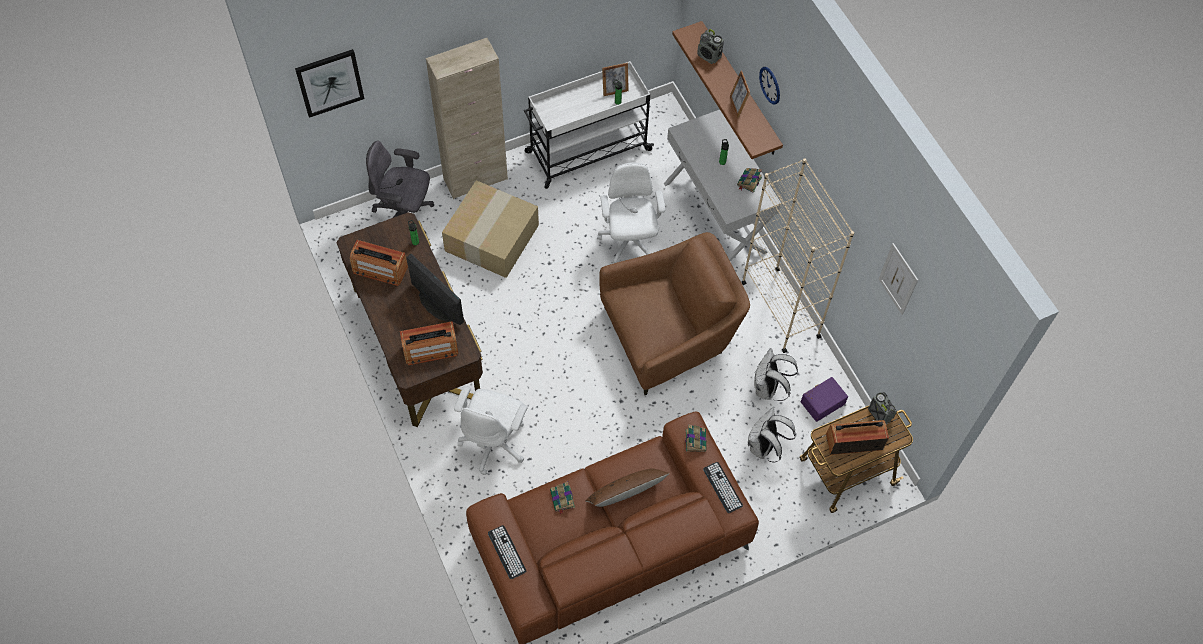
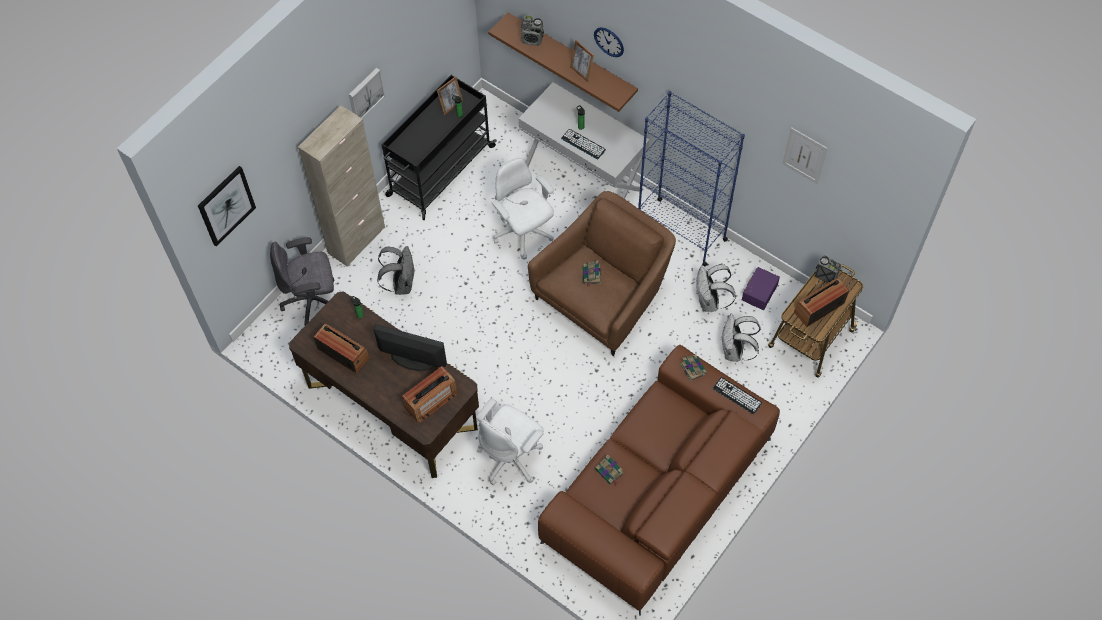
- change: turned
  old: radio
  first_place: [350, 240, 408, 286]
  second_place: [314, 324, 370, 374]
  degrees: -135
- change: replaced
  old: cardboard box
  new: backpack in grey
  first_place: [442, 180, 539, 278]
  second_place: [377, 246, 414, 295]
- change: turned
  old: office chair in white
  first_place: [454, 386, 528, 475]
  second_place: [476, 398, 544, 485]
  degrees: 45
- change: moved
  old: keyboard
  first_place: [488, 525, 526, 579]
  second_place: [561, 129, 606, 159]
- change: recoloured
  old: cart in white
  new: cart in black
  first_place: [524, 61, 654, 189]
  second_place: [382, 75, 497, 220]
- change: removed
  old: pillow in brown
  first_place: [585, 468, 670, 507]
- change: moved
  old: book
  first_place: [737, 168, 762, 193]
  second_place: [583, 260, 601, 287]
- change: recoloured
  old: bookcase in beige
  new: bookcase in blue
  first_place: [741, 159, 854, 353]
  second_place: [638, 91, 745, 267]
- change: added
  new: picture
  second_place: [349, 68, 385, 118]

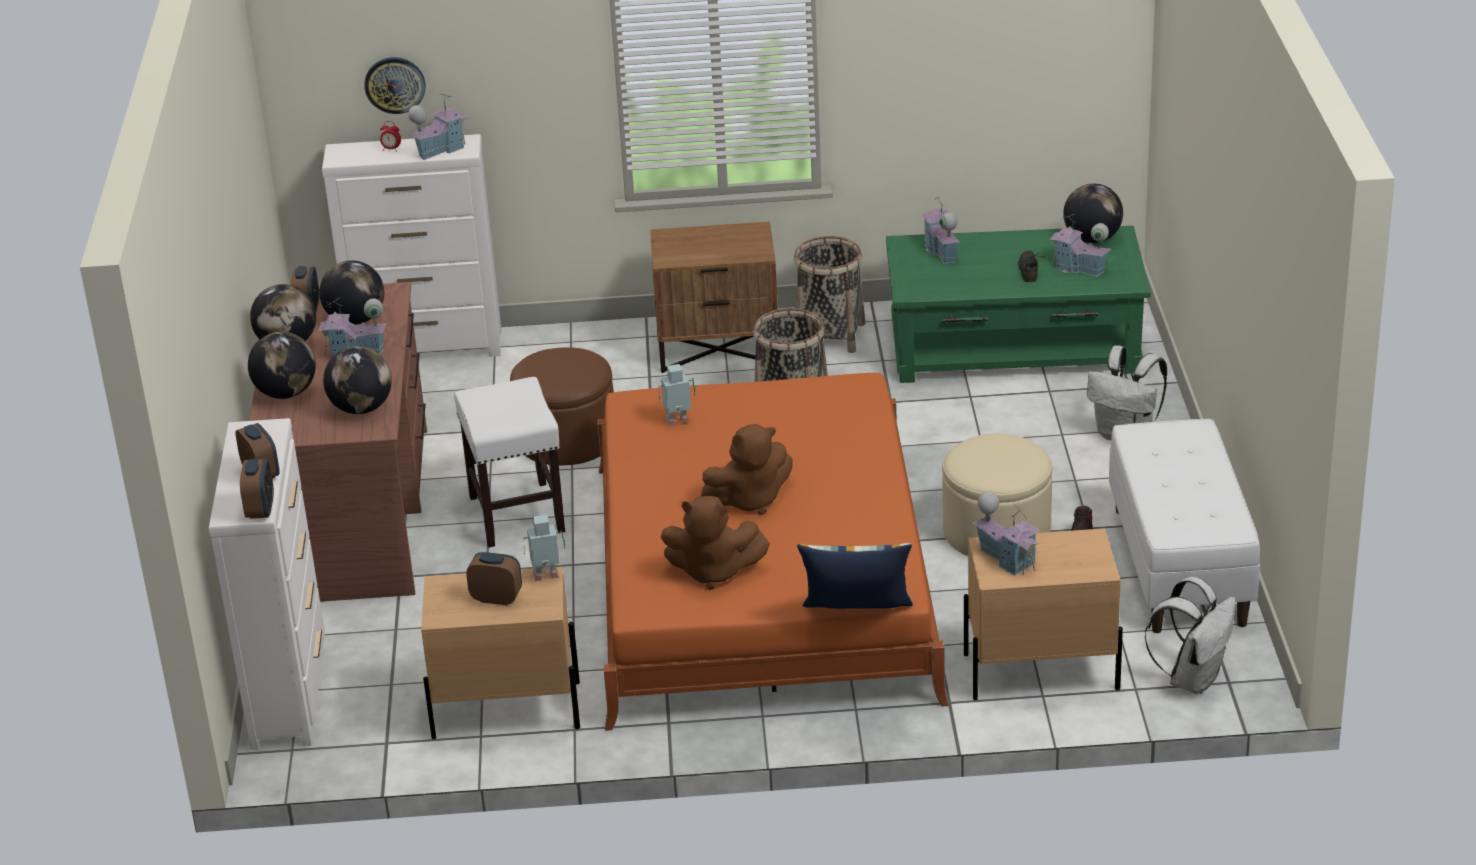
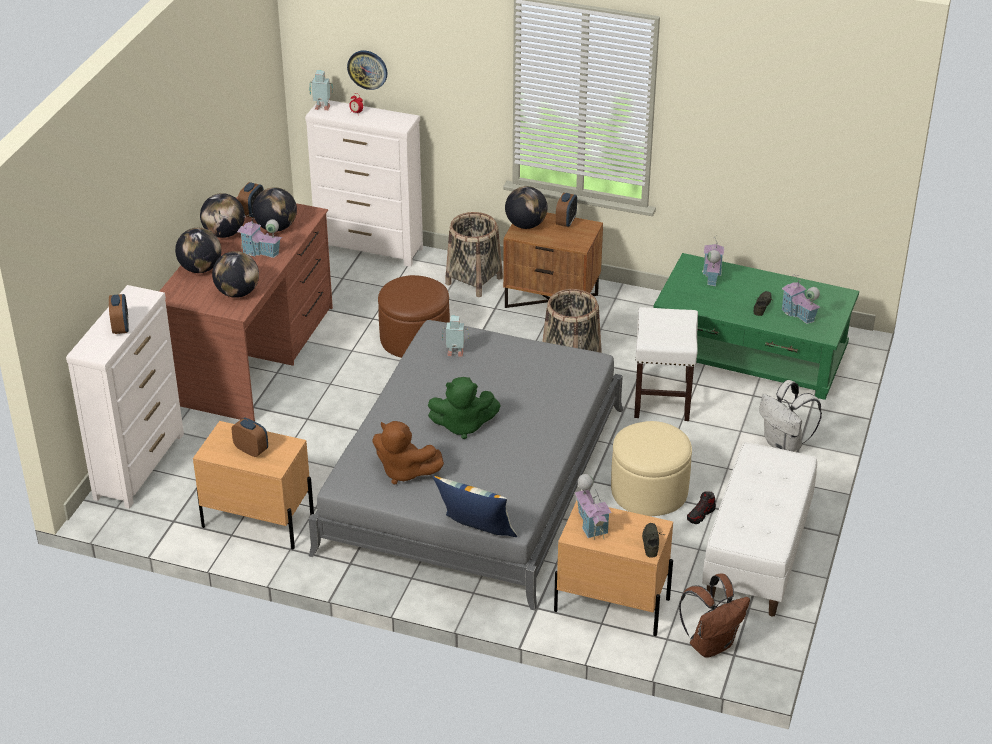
- change: moved
  old: alarm clock
  first_place: [240, 459, 274, 519]
  second_place: [556, 193, 577, 227]
- change: removed
  old: toy house
  first_place: [408, 94, 467, 160]
- change: moved
  old: stool in white
  first_place: [454, 377, 565, 547]
  second_place: [634, 307, 698, 421]
- change: moved
  old: toy robot
  first_place: [523, 514, 565, 581]
  second_place: [309, 70, 333, 110]
- change: recoloured
  old: bed in orange
  new: bed in grey
  first_place: [598, 373, 949, 731]
  second_place: [308, 320, 623, 610]
- change: recoloured
  old: plush toy in brown
  new: plush toy in green
  first_place: [701, 424, 793, 515]
  second_place: [428, 377, 501, 439]
- change: moved
  old: basket
  first_place: [794, 236, 865, 353]
  second_place: [445, 212, 503, 297]
- change: moved
  old: globe
  first_place: [1063, 184, 1123, 243]
  second_place: [505, 186, 548, 229]
- change: recoloured
  old: backpack in white
  new: backpack in brown
  first_place: [1145, 576, 1236, 695]
  second_place: [679, 574, 750, 658]
- change: added
  new: shoe in grey
  second_place: [642, 523, 665, 557]

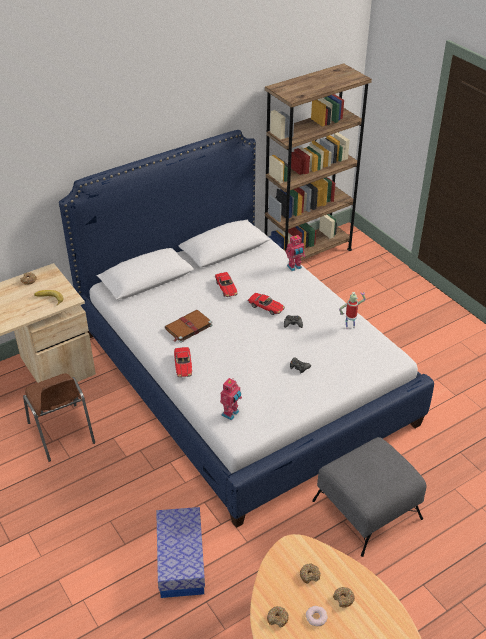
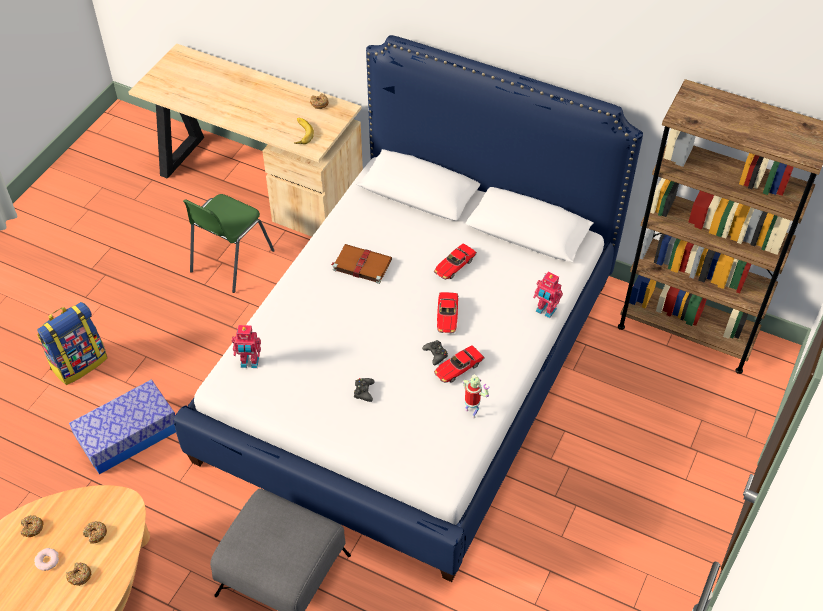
- change: recoloured
  old: chair in brown
  new: chair in green
  first_place: [23, 373, 95, 462]
  second_place: [183, 194, 275, 293]
- change: moved
  old: toy car
  first_place: [174, 347, 192, 378]
  second_place: [434, 345, 485, 383]
- change: added
  new: backpack
  second_place: [37, 302, 107, 385]

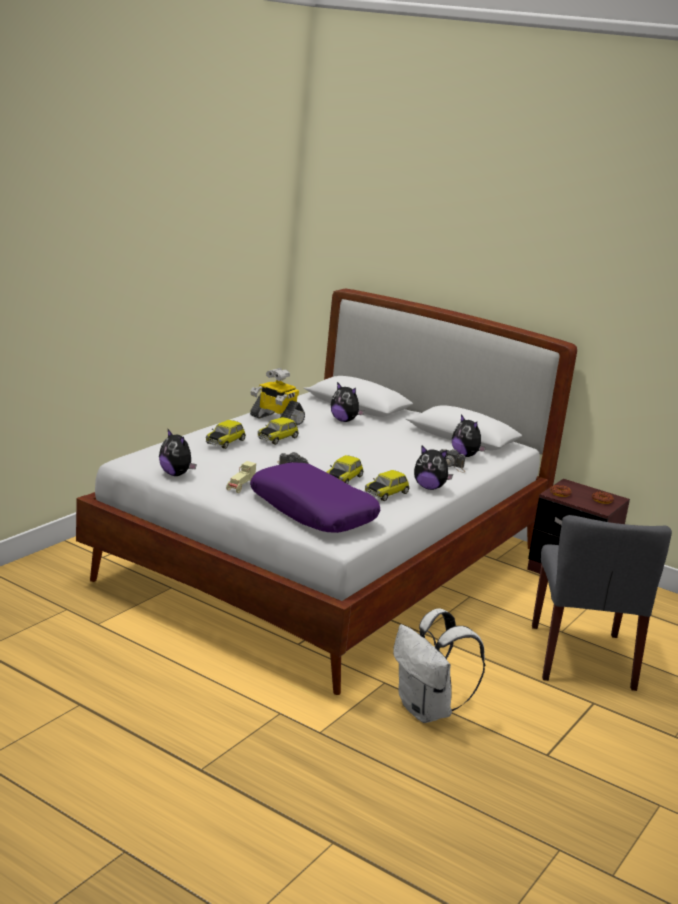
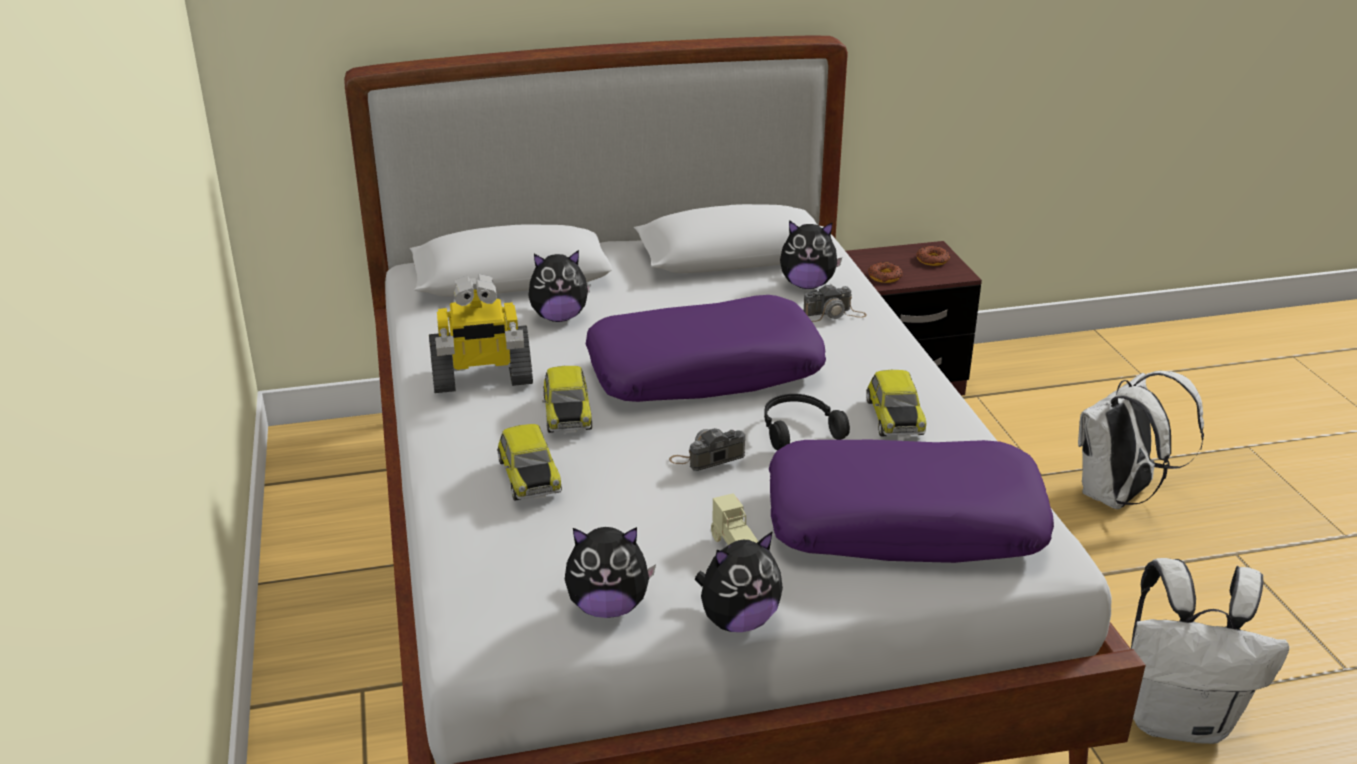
- change: replaced
  old: toy car
  new: headphones in black
  first_place: [327, 455, 364, 484]
  second_place: [764, 394, 850, 450]
- change: moved
  old: plush toy
  first_place: [414, 446, 453, 490]
  second_place: [695, 531, 783, 632]
- change: replaced
  old: chair in grey
  new: backpack in white
  first_place: [532, 515, 672, 691]
  second_place: [1078, 371, 1204, 509]
- change: added
  new: pillow in purple
  second_place: [586, 295, 826, 402]

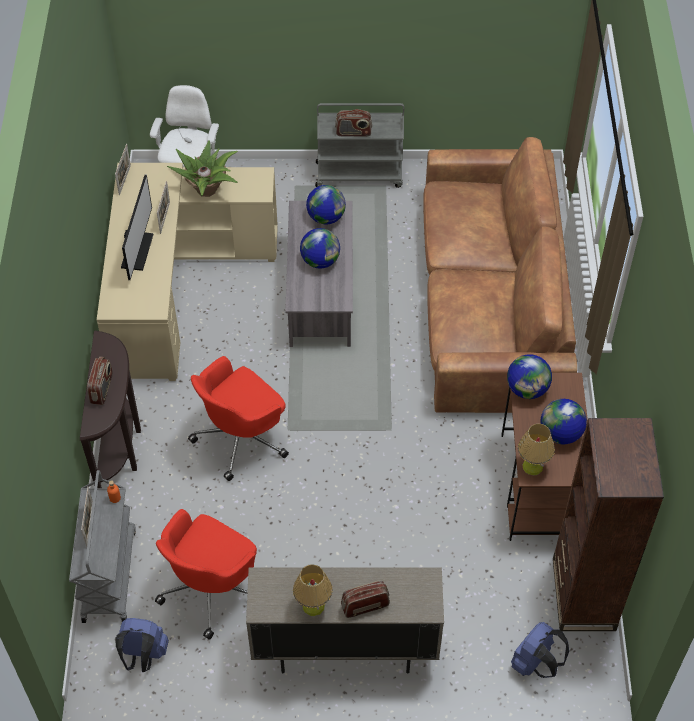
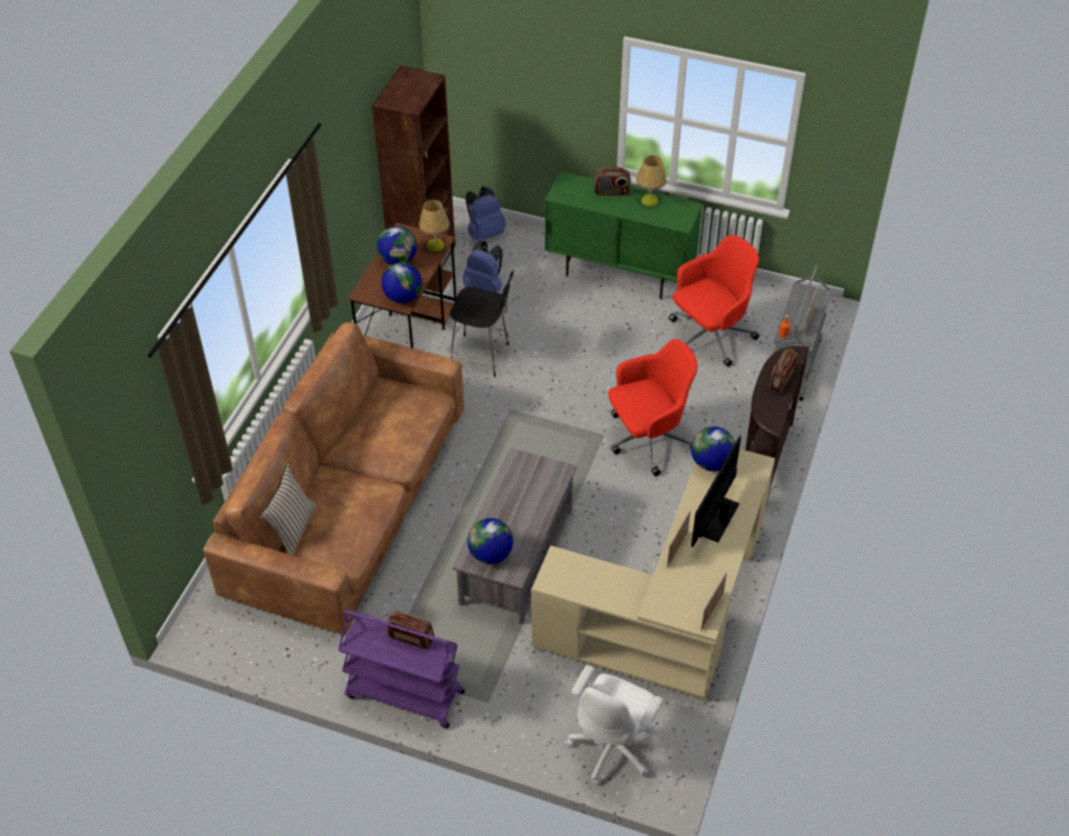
- change: moved
  old: backpack in blue
  first_place: [115, 618, 169, 672]
  second_place: [463, 241, 503, 293]
- change: removed
  old: potted plant
  first_place: [167, 140, 238, 197]
- change: recoloured
  old: cabinet in beige
  new: cabinet in green
  first_place: [246, 567, 444, 673]
  second_place: [545, 172, 703, 299]
- change: moved
  old: globe
  first_place: [300, 228, 340, 269]
  second_place: [691, 426, 735, 471]
- change: recoloured
  old: cart in grey
  new: cart in purple
  first_place: [315, 103, 404, 188]
  second_place: [338, 610, 465, 729]
- change: added
  new: pillow in beige
  second_place: [261, 464, 317, 555]
- change: added
  new: stool in black
  second_place: [448, 271, 514, 377]

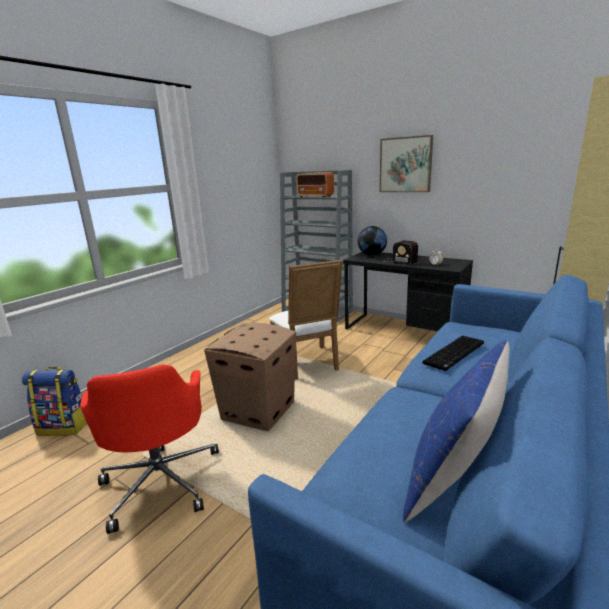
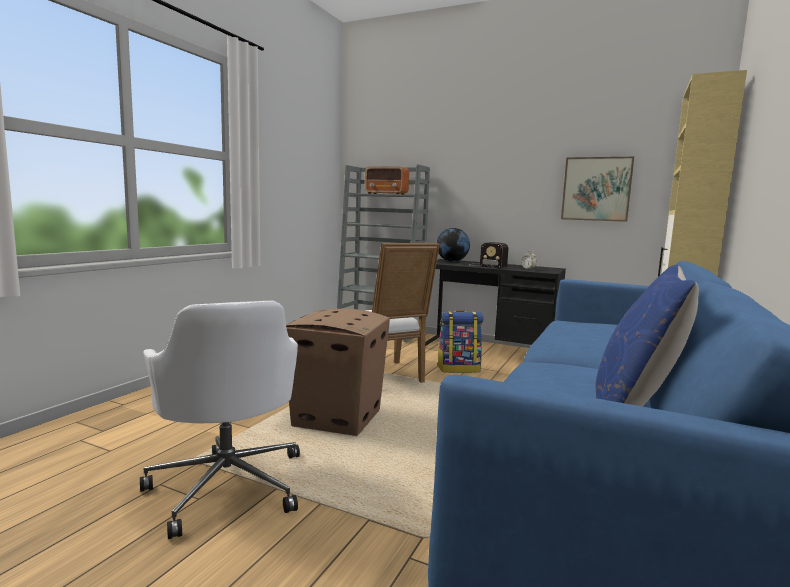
- change: moved
  old: backpack
  first_place: [22, 367, 87, 436]
  second_place: [437, 310, 483, 373]
- change: recoloured
  old: office chair in red
  new: office chair in white
  first_place: [80, 365, 219, 534]
  second_place: [140, 301, 300, 539]
- change: moved
  old: picture
  first_place: [380, 135, 433, 192]
  second_place: [561, 157, 634, 222]
- change: removed
  old: keyboard
  first_place: [423, 336, 484, 371]

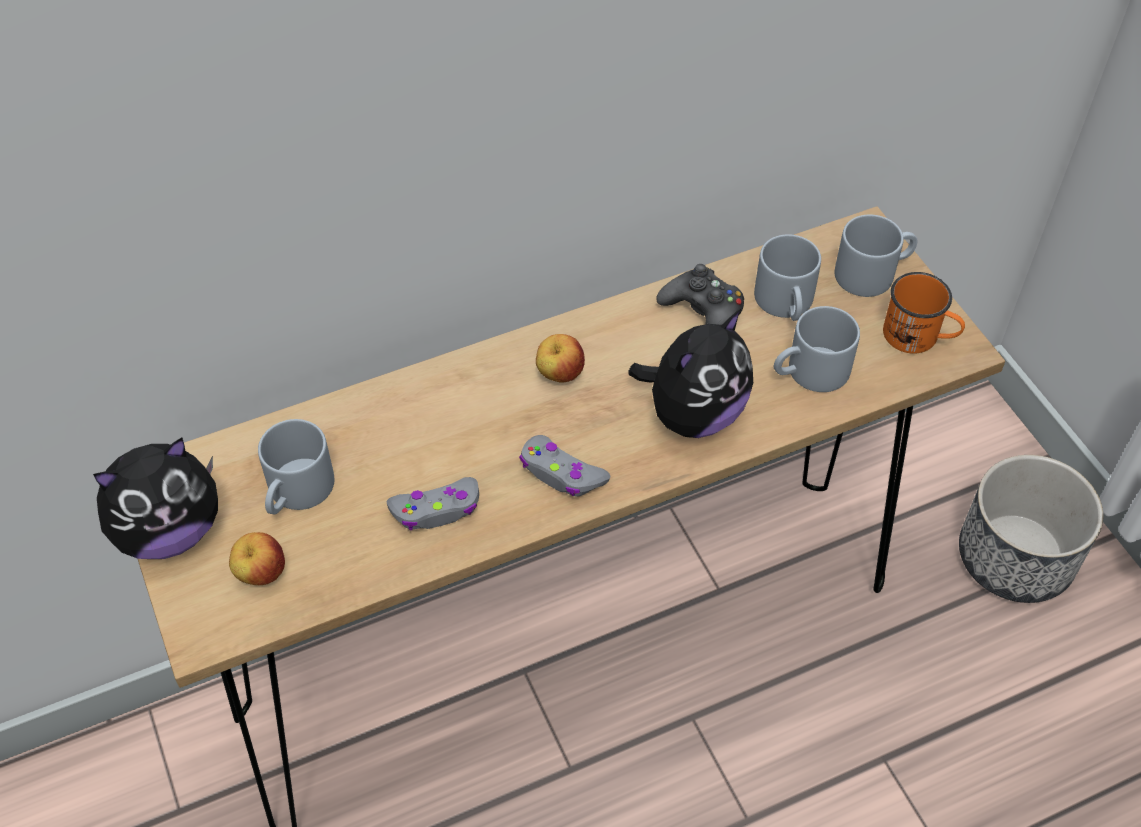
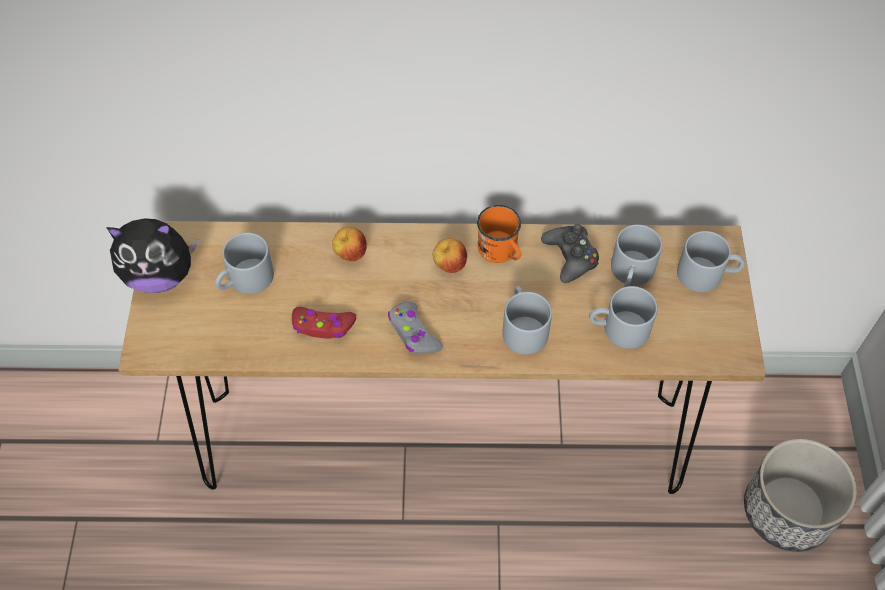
- change: moved
  old: apple
  first_place: [229, 532, 285, 586]
  second_place: [332, 227, 367, 261]
- change: recoloured
  old: game controller in grey
  new: game controller in red
  first_place: [387, 477, 479, 530]
  second_place: [292, 307, 356, 339]
- change: replaced
  old: plush toy
  new: mug in grey
  first_place: [628, 309, 753, 438]
  second_place: [502, 286, 552, 354]
- change: moved
  old: mug in orange
  first_place: [883, 272, 965, 354]
  second_place: [477, 205, 521, 263]

